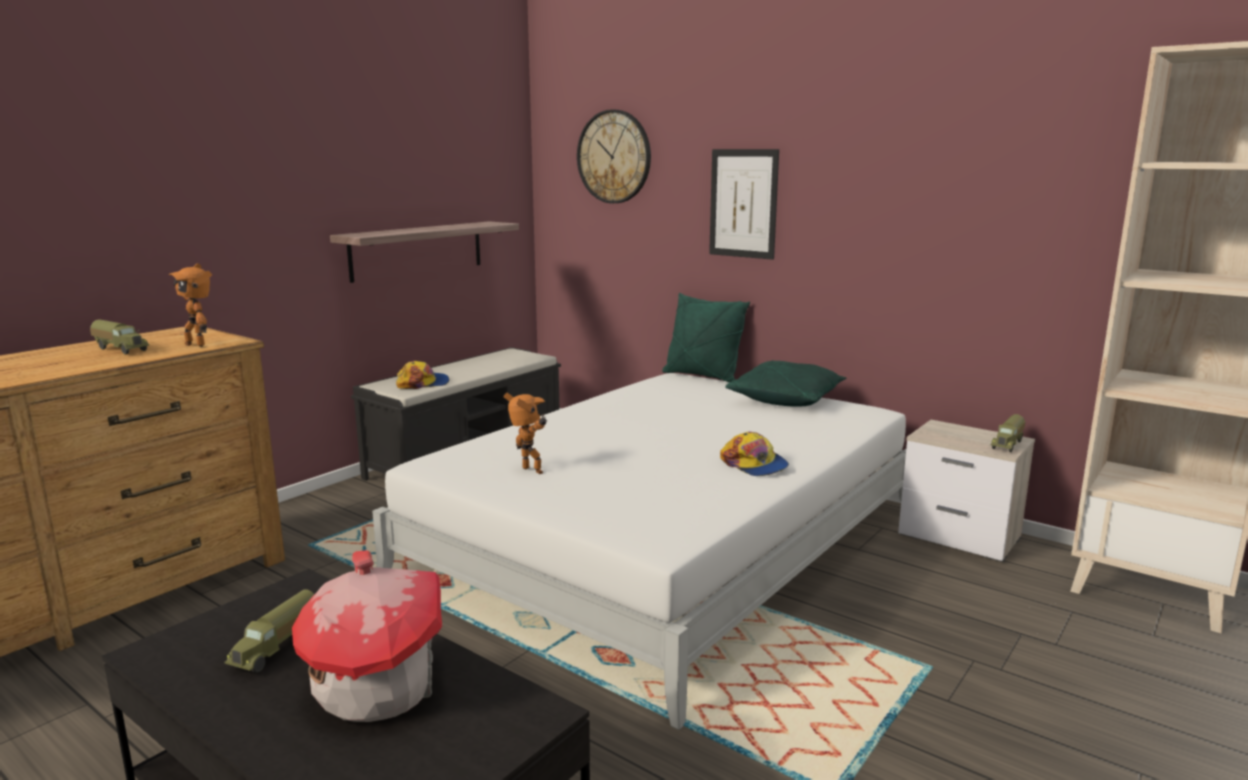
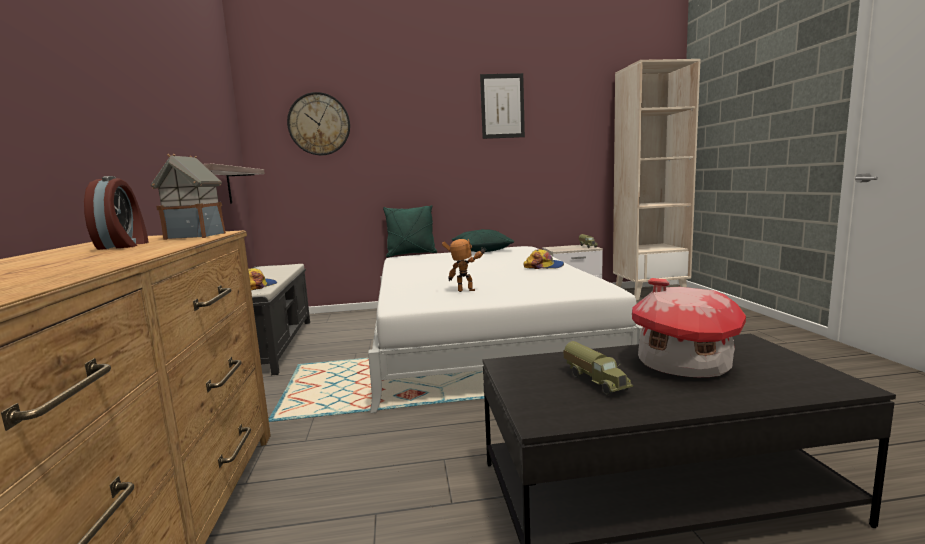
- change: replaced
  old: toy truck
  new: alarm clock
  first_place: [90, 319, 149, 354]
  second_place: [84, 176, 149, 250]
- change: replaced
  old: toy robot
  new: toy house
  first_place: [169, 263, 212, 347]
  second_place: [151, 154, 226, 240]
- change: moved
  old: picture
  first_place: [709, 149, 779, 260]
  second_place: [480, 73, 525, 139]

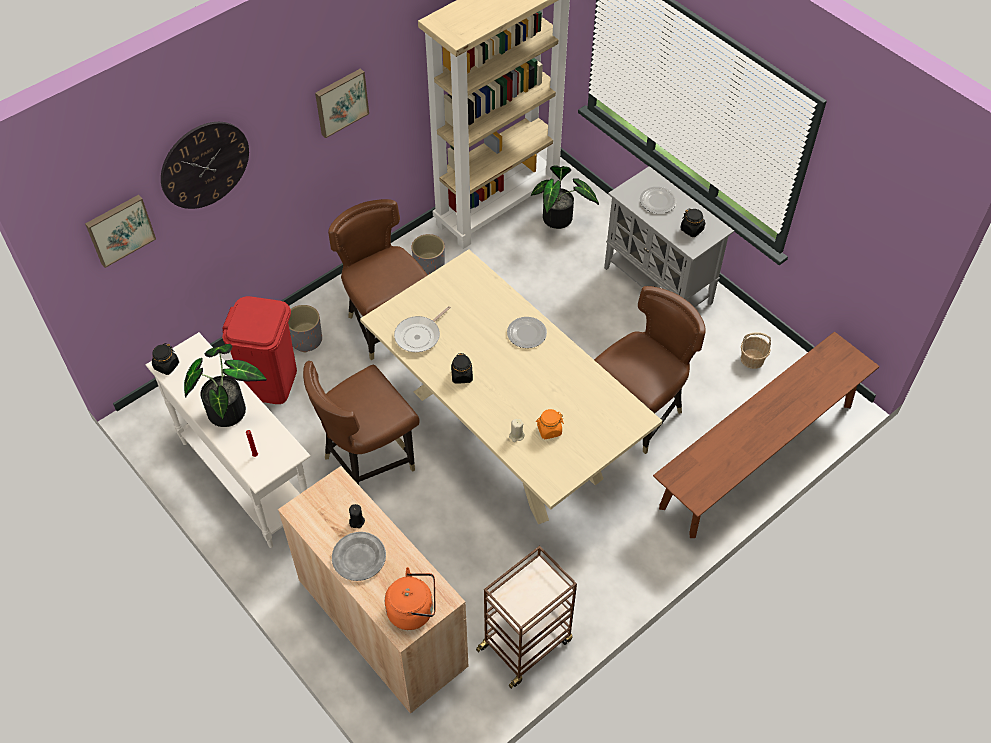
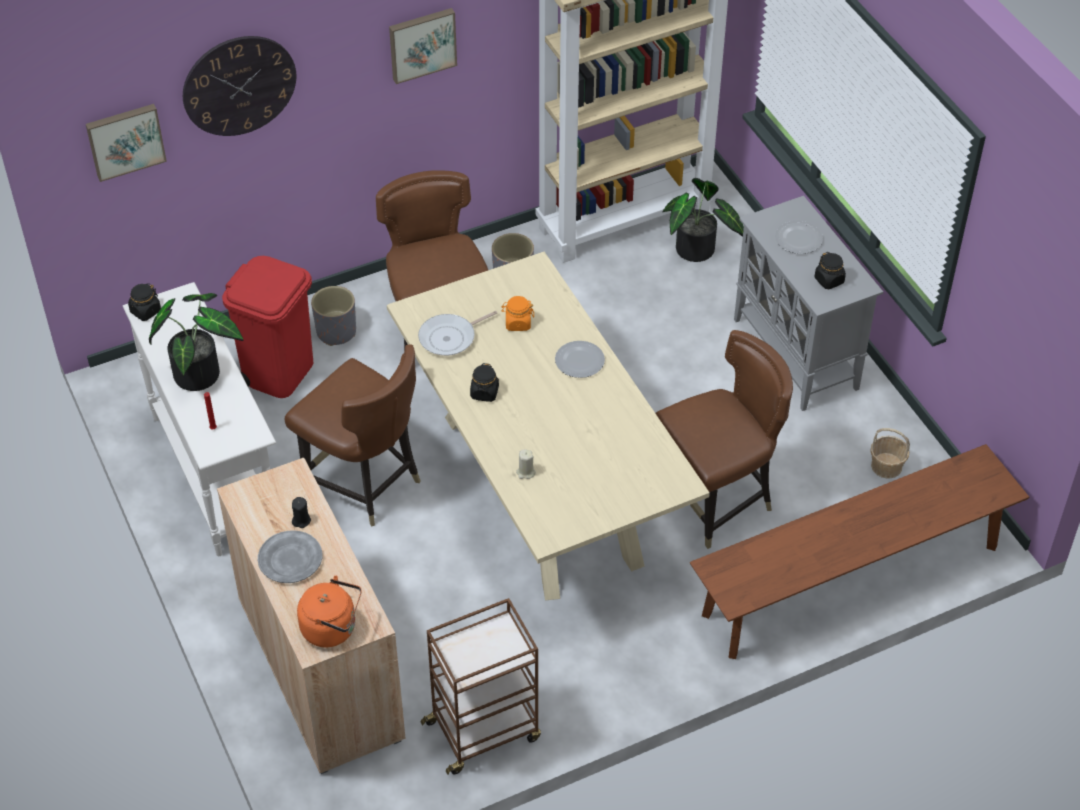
- change: turned
  old: chair in brown
  first_place: [303, 361, 420, 485]
  second_place: [285, 344, 421, 527]
  degrees: -120
- change: moved
  old: jar in orange
  first_place: [536, 409, 564, 439]
  second_place: [501, 296, 534, 331]

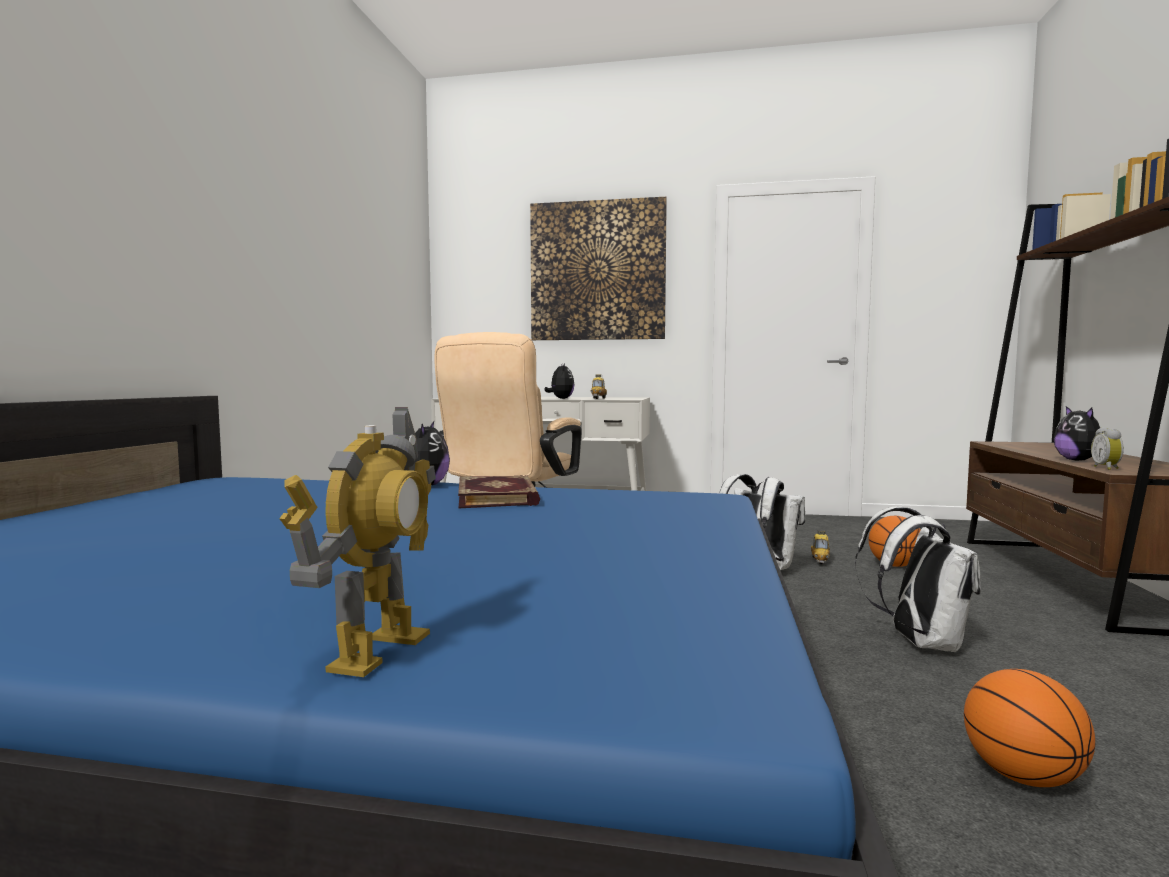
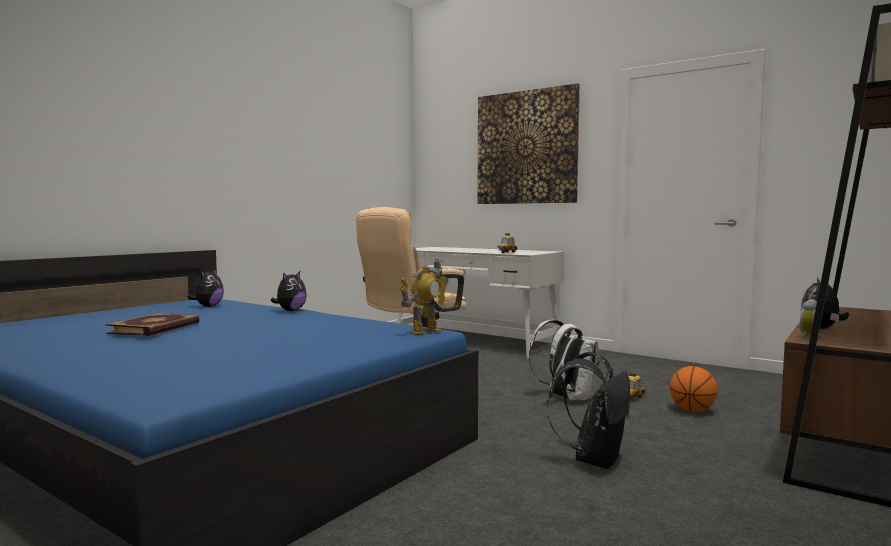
- change: moved
  old: toy robot
  first_place: [279, 407, 436, 677]
  second_place: [399, 259, 449, 335]
- change: moved
  old: book
  first_place: [458, 475, 540, 508]
  second_place: [106, 313, 200, 336]
- change: moved
  old: plush toy
  first_place: [545, 363, 574, 399]
  second_place: [187, 268, 224, 307]
- change: recoloured
  old: backpack in white
  new: backpack in black
  first_place: [855, 506, 981, 652]
  second_place: [547, 352, 630, 469]
- change: removed
  old: basketball
  first_place: [964, 669, 1095, 787]

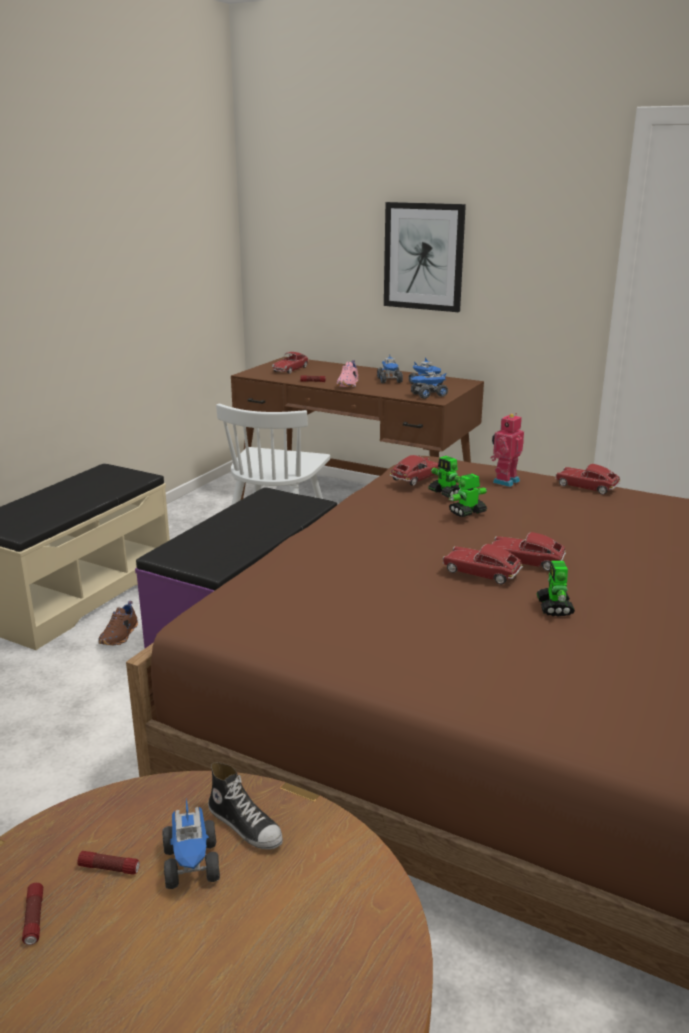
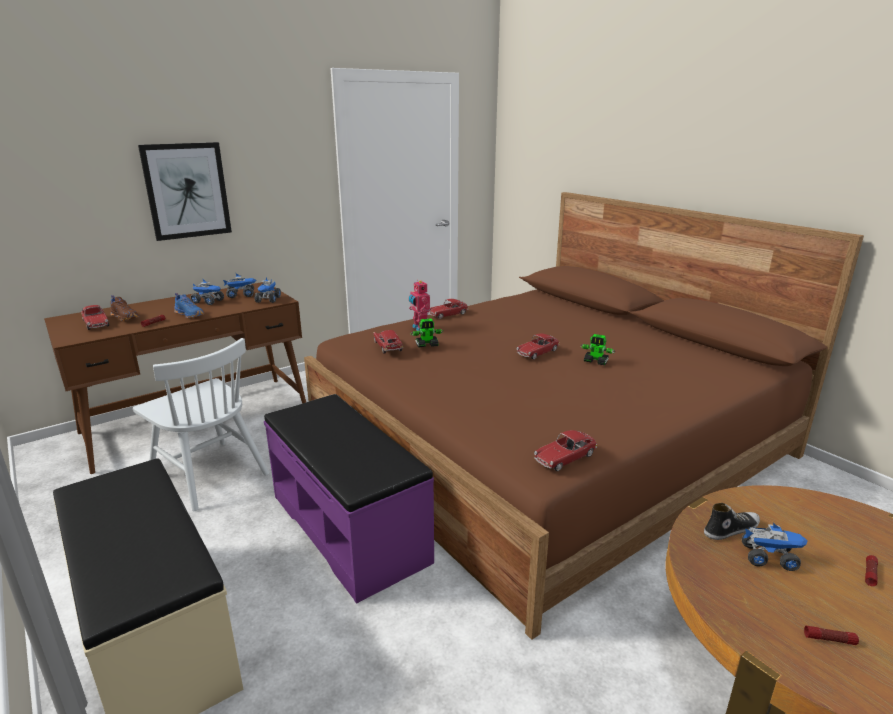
- change: moved
  old: flashlight
  first_place: [77, 851, 140, 875]
  second_place: [865, 555, 878, 586]
- change: moved
  old: shoe in brown
  first_place: [98, 600, 138, 645]
  second_place: [110, 295, 139, 321]
- change: recoloured
  old: shoe in pink
  new: shoe in blue
  first_place: [336, 360, 359, 387]
  second_place: [174, 293, 204, 318]
- change: moved
  old: toy car
  first_place: [442, 544, 523, 585]
  second_place: [534, 430, 597, 471]
- change: removed
  old: toy robot
  first_place: [449, 473, 487, 517]

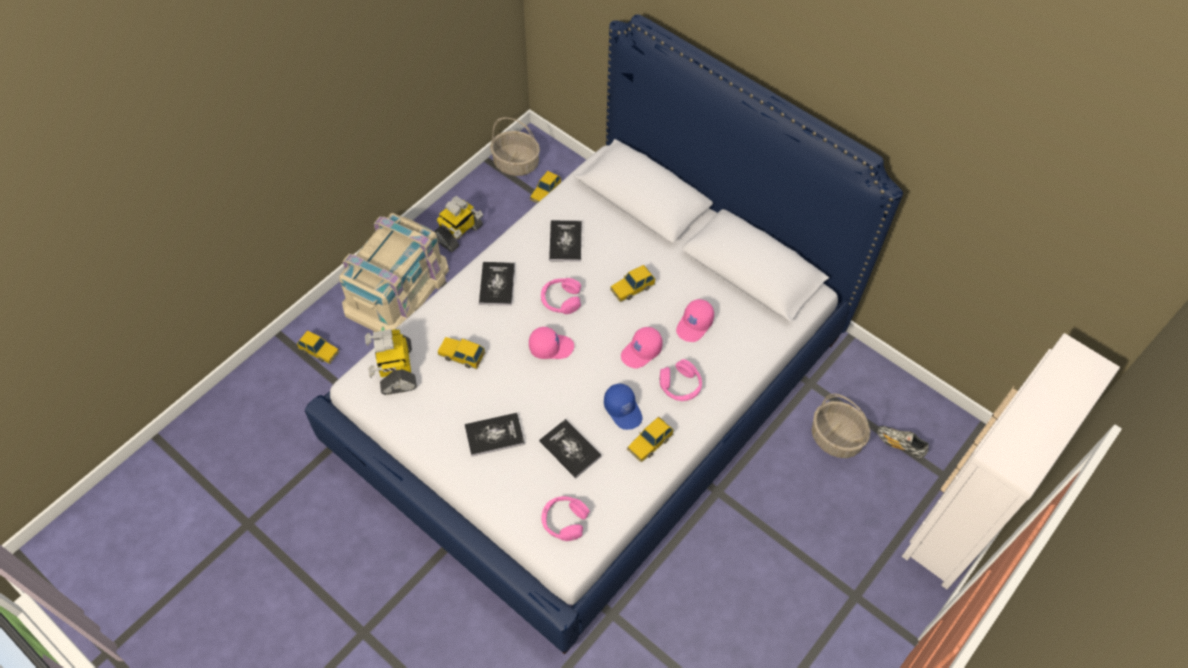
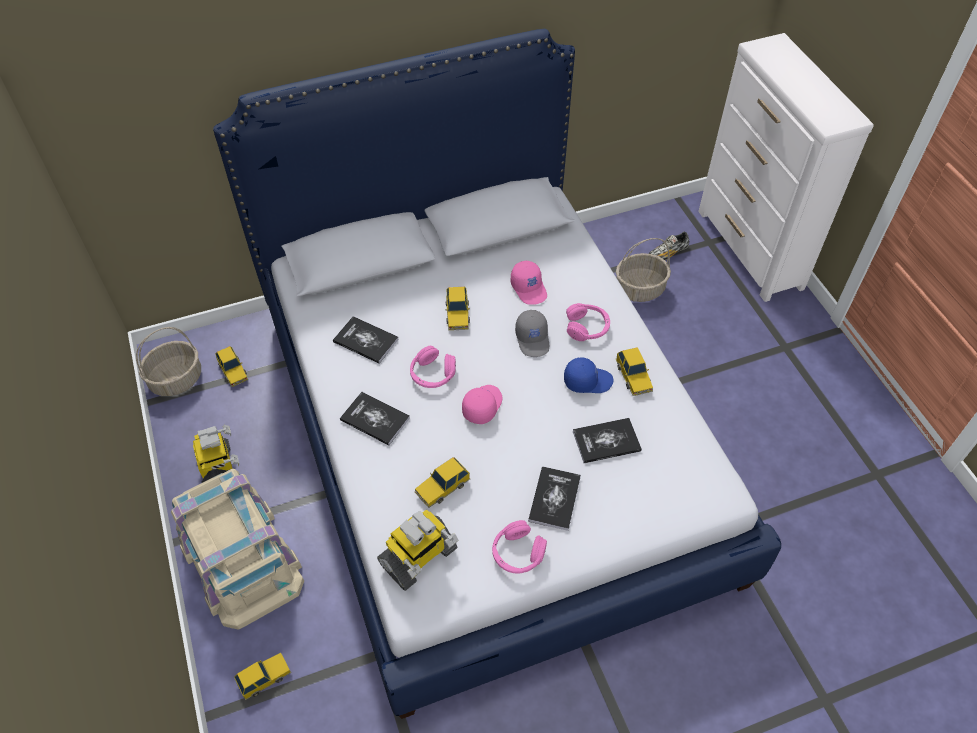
- change: turned
  old: toy robot
  first_place: [365, 329, 417, 395]
  second_place: [377, 509, 458, 591]
  degrees: -60
- change: moved
  old: headphones in pink
  first_place: [541, 496, 590, 541]
  second_place: [492, 520, 547, 573]
- change: recoloured
  old: cap in pink
  new: cap in grey
  first_place: [621, 327, 663, 368]
  second_place: [515, 310, 549, 357]

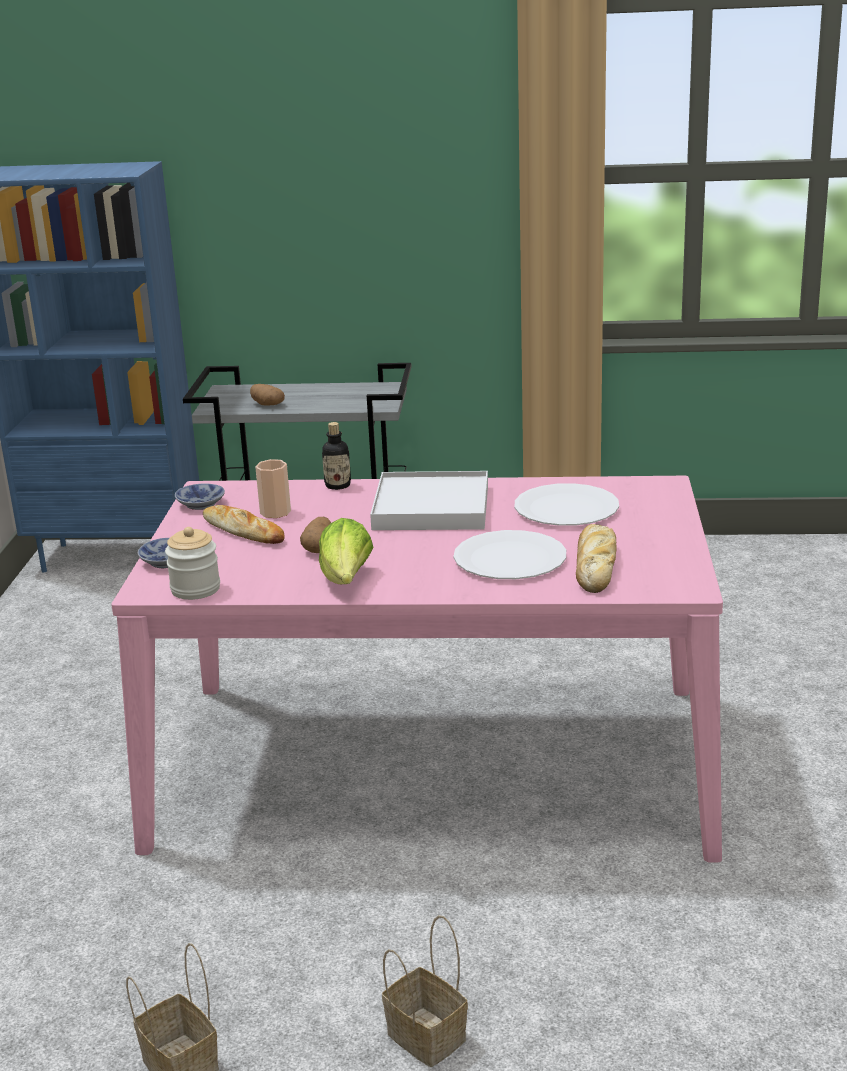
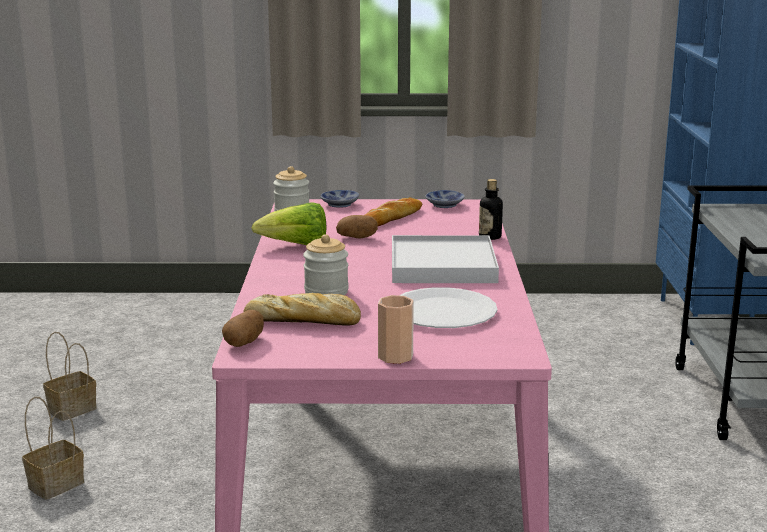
- change: moved
  old: potato
  first_place: [250, 384, 285, 406]
  second_place: [222, 310, 264, 347]
- change: moved
  old: cup
  first_place: [255, 459, 291, 518]
  second_place: [378, 295, 414, 364]
- change: replaced
  old: plate in white
  new: jar
  first_place: [453, 530, 566, 579]
  second_place: [303, 234, 349, 295]

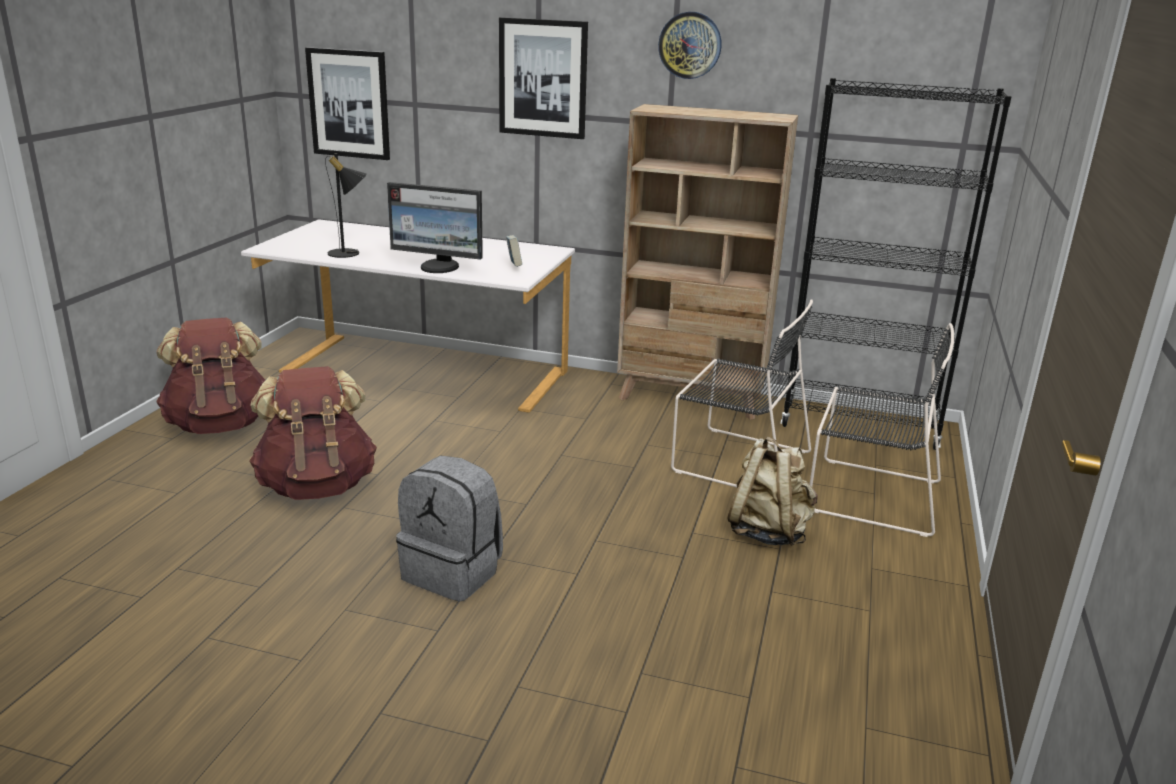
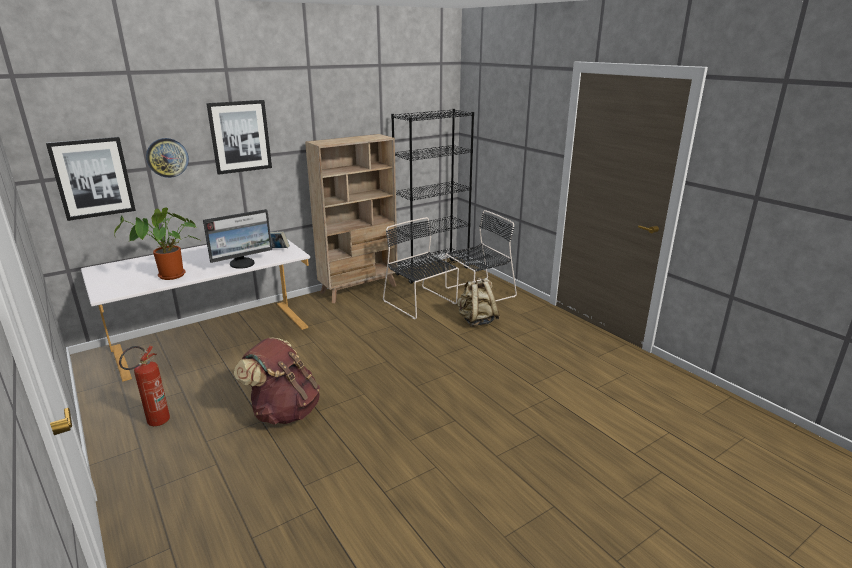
- change: replaced
  old: backpack in brown
  new: fire extinguisher
  first_place: [156, 318, 265, 434]
  second_place: [119, 346, 170, 426]
- change: replaced
  old: table lamp in black
  new: potted plant
  first_place: [325, 153, 367, 258]
  second_place: [114, 208, 199, 280]
- change: removed
  old: backpack in grey
  first_place: [396, 455, 503, 602]
- change: moved
  old: wall clock
  first_place: [658, 12, 721, 79]
  second_place: [146, 138, 189, 178]
- change: turned
  old: chair in black
  first_place: [671, 299, 813, 488]
  second_place: [383, 217, 459, 319]
  degrees: -105

